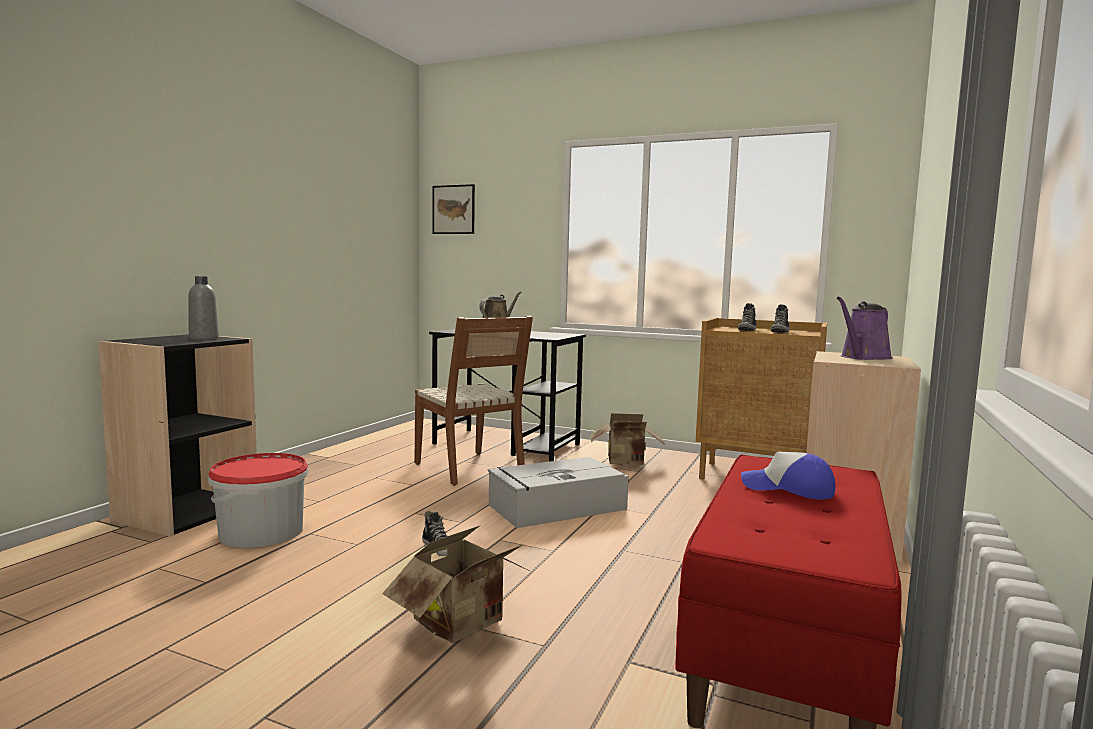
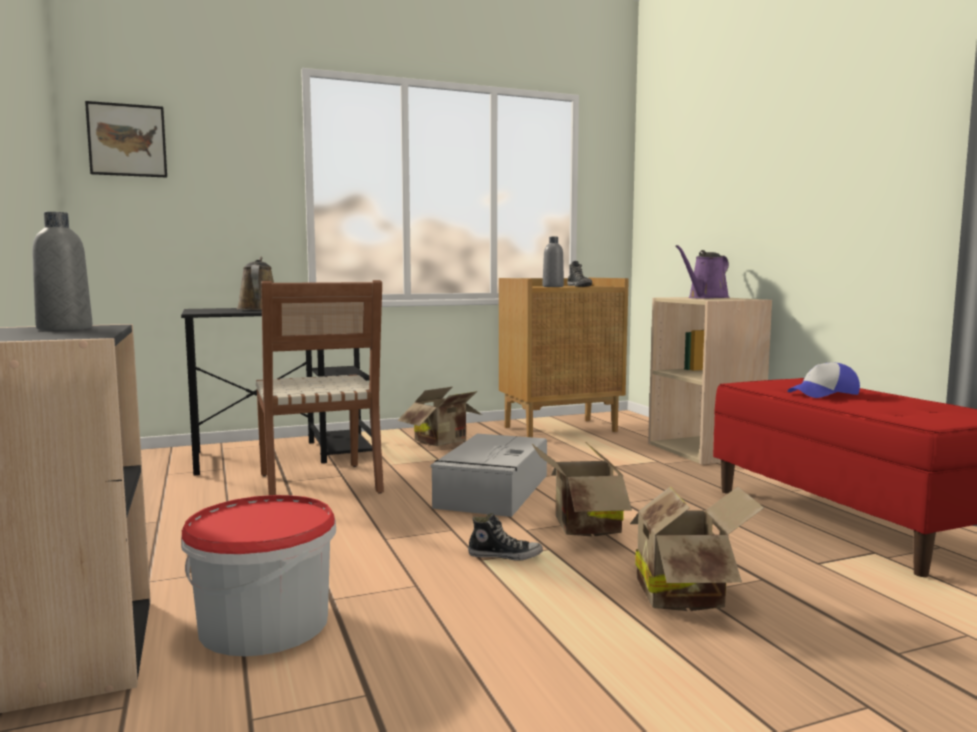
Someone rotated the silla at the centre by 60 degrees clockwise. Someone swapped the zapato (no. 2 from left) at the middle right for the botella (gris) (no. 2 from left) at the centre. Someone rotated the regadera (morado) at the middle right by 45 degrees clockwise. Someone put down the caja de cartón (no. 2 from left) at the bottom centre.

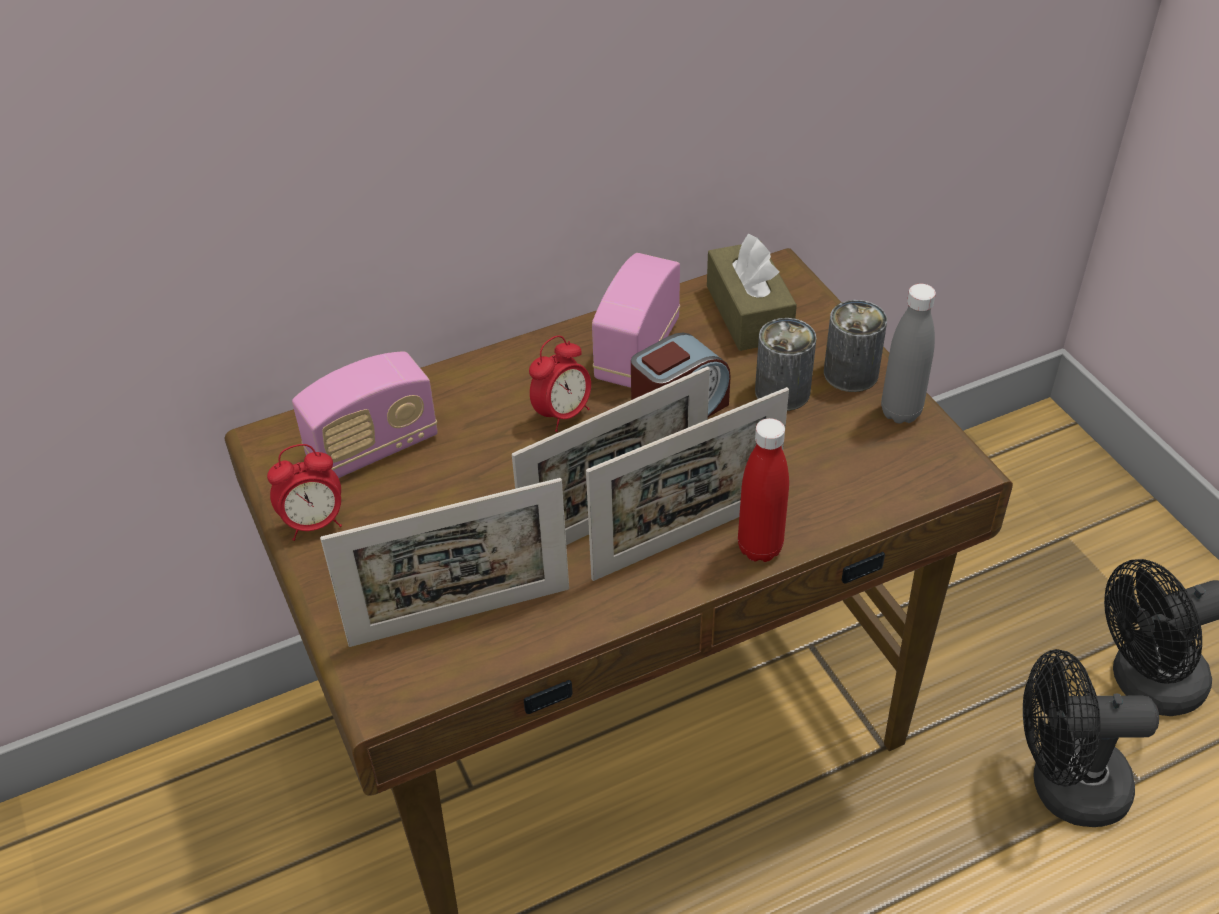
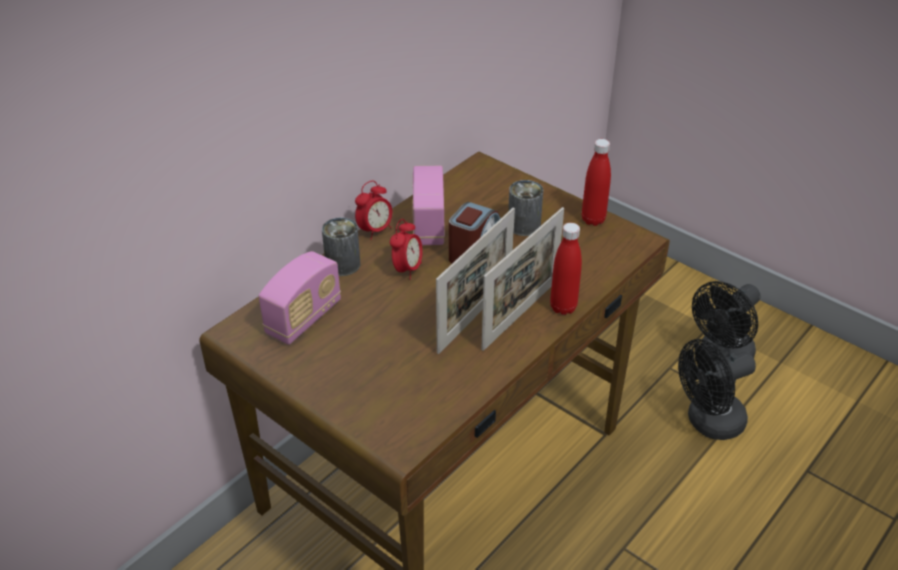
Someone carried the despertador (no. 1 from left) from the middle left to the centre. Someone took away the portarretratos (no. 1 from left) at the centre. Someone took away the caja de pañuelos (marrón) at the top centre. Someone carried the lata (no. 2 from left in the first image) from the middle right to the centre. Someone repainted the botella (gris) at the middle right, which became the botella (rojo) (no. 2 from left) at the top centre.

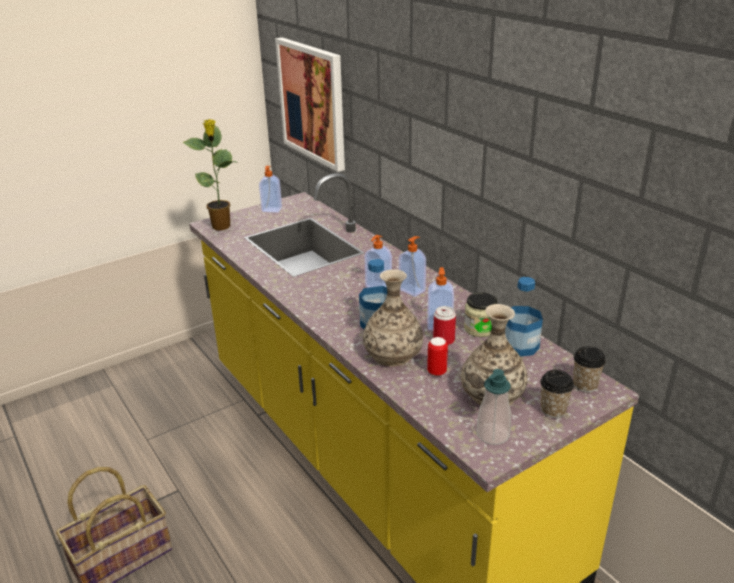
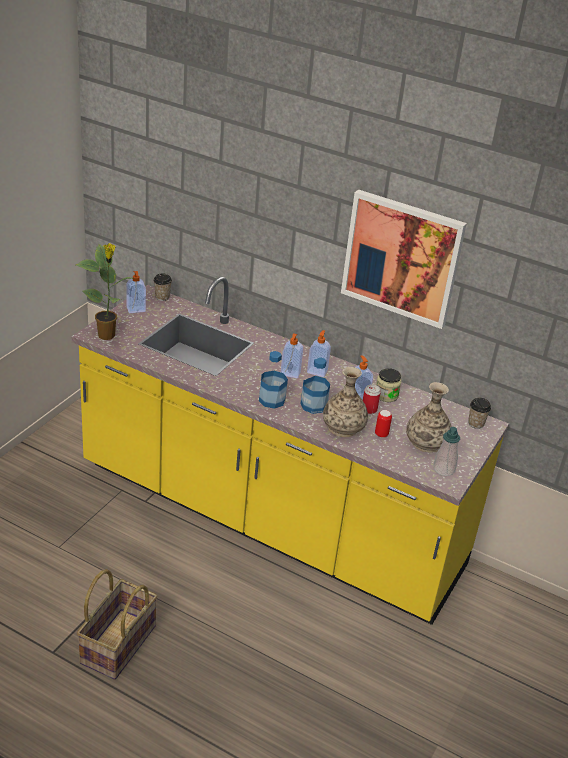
Someone carried the cuadro from the top centre to the middle right. Someone carried the botella (no. 2 from left in the first image) from the middle right to the centre. Someone carried the taza (no. 1 from left) from the bottom right to the middle left.

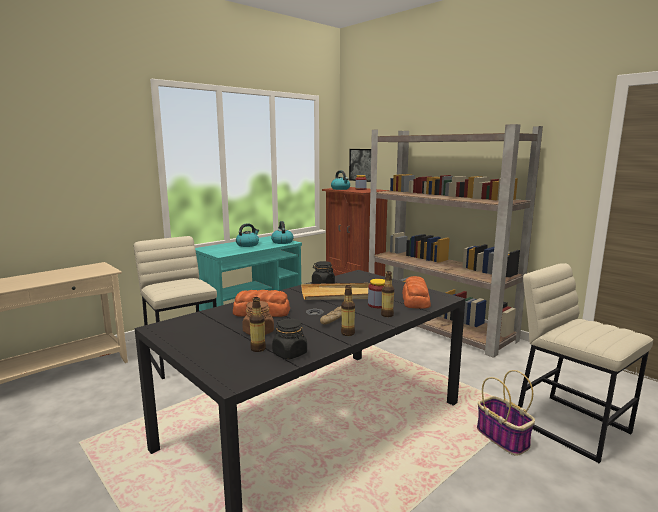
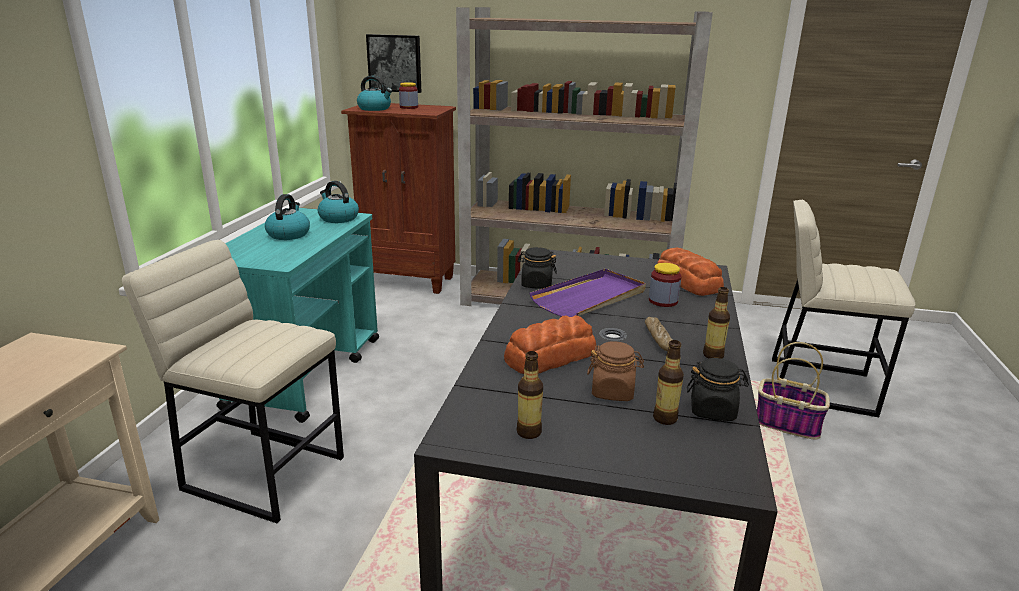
Someone repainted the bandeja (beis) at the centre, which became the bandeja (morado) at the centre. Someone carried the botella (no. 3 from left in the first image) from the centre to the bottom centre.

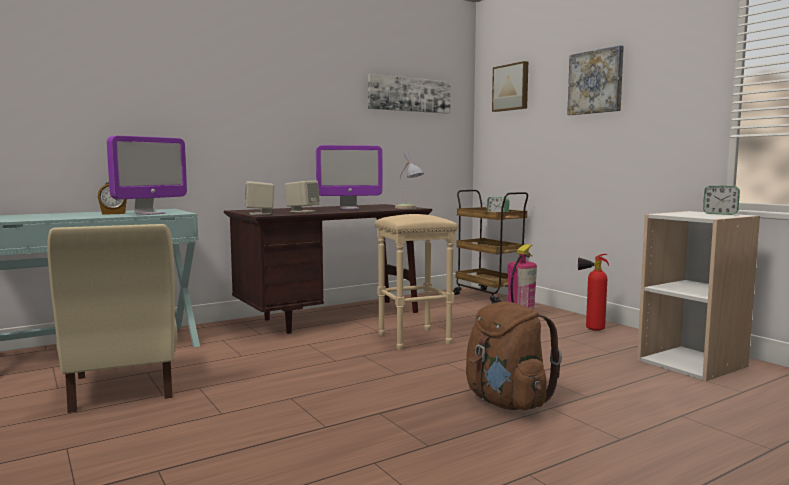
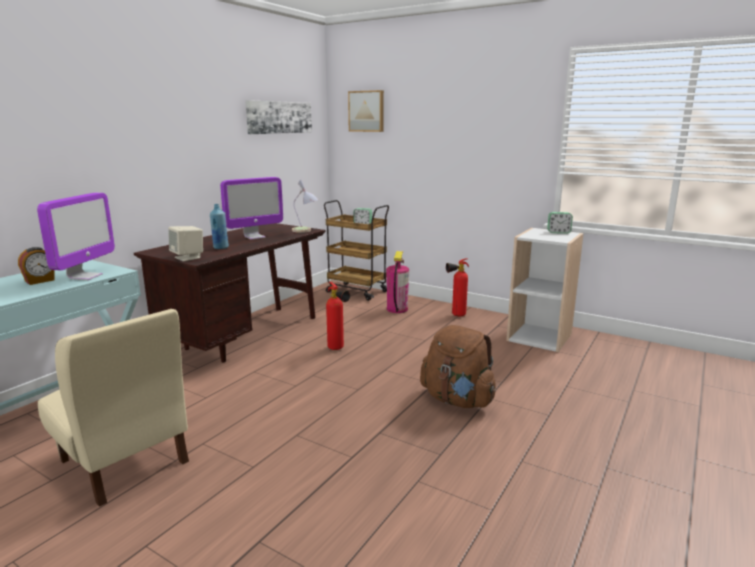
Someone swapped the altavoz (beis) (no. 2 from left) at the centre for the botella (azul) at the middle left. Someone swapped the taburete (beis) at the centre for the extintor (no. 1 from left) at the centre. Someone took away the cuadro (no. 3 from left) at the top right.

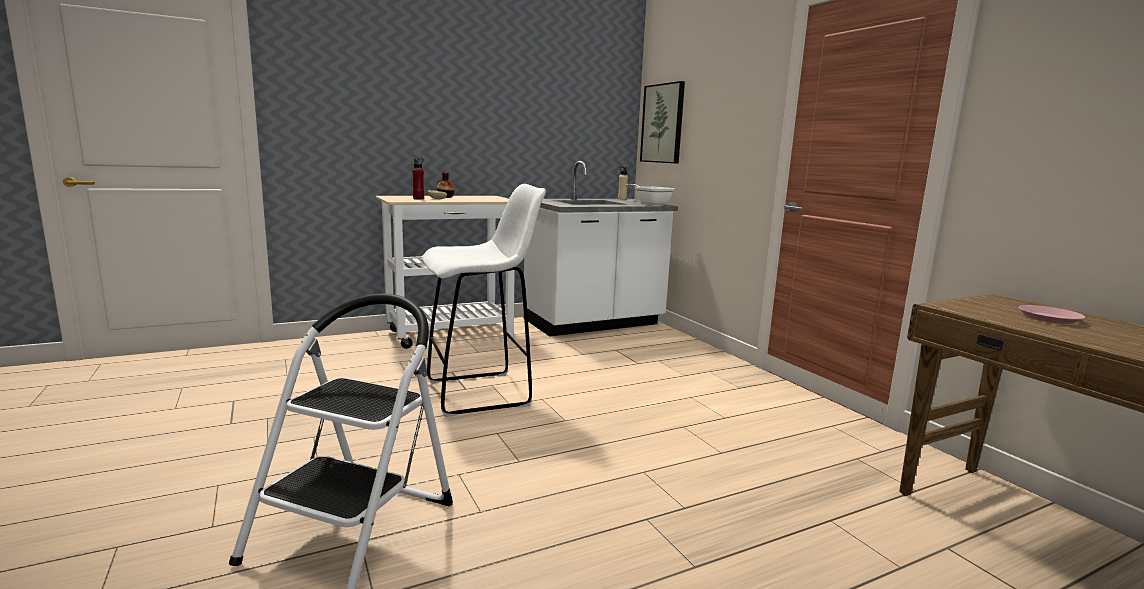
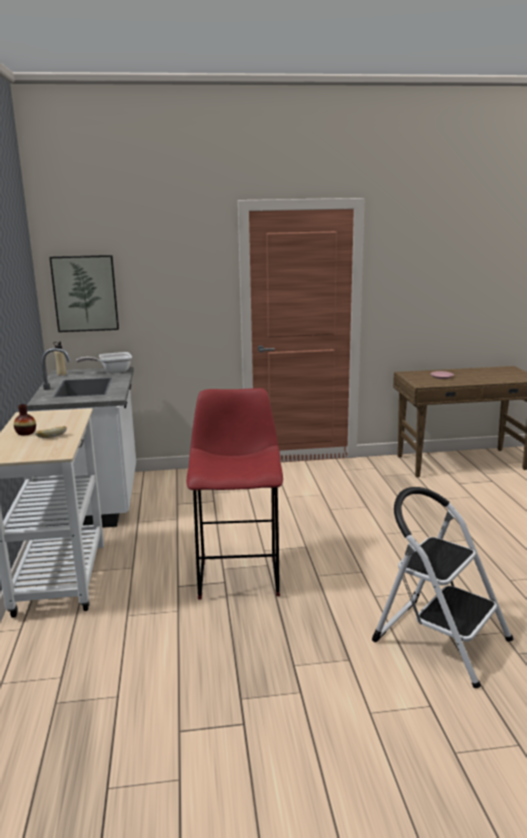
Someone took away the botella (rojo) at the top centre. Someone repainted the taburete (blanco) at the centre, which became the taburete (rojo) at the centre.

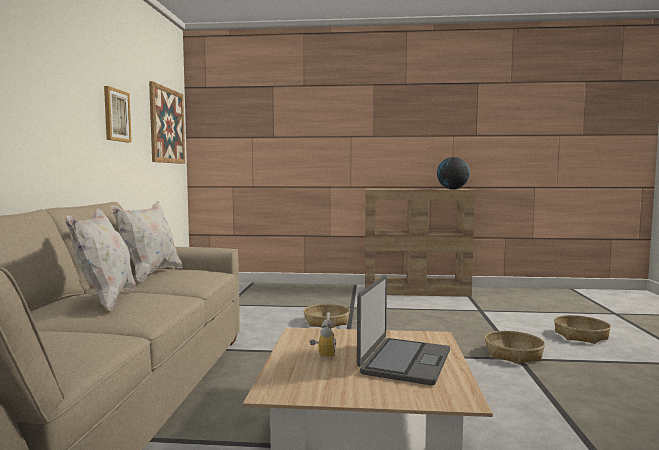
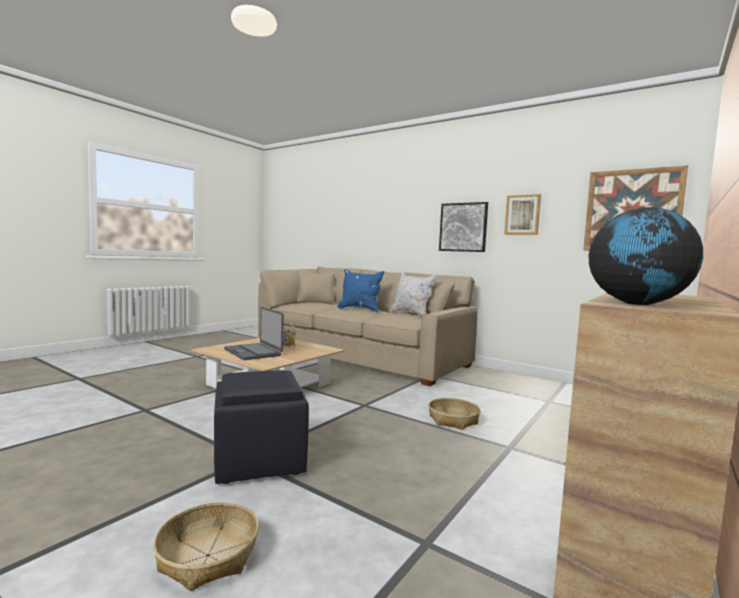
Someone repainted the cojín (blanco) (no. 1 from left) at the middle left, which became the cojín (azul) at the centre. Someone swapped the cesta (no. 2 from left) at the bottom right for the puf (negro) at the bottom centre. Someone put up the cuadro (no. 1 from left) at the centre.

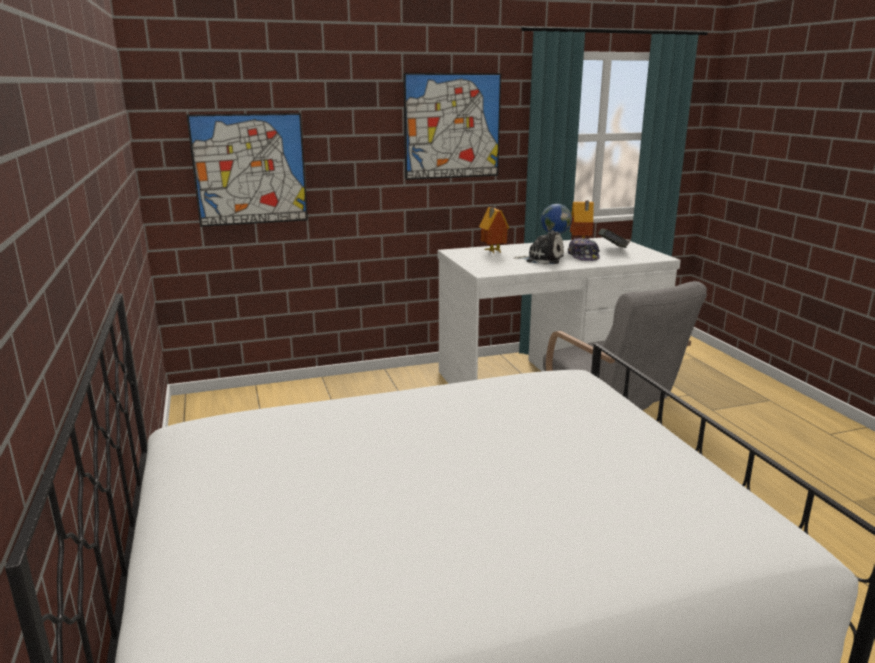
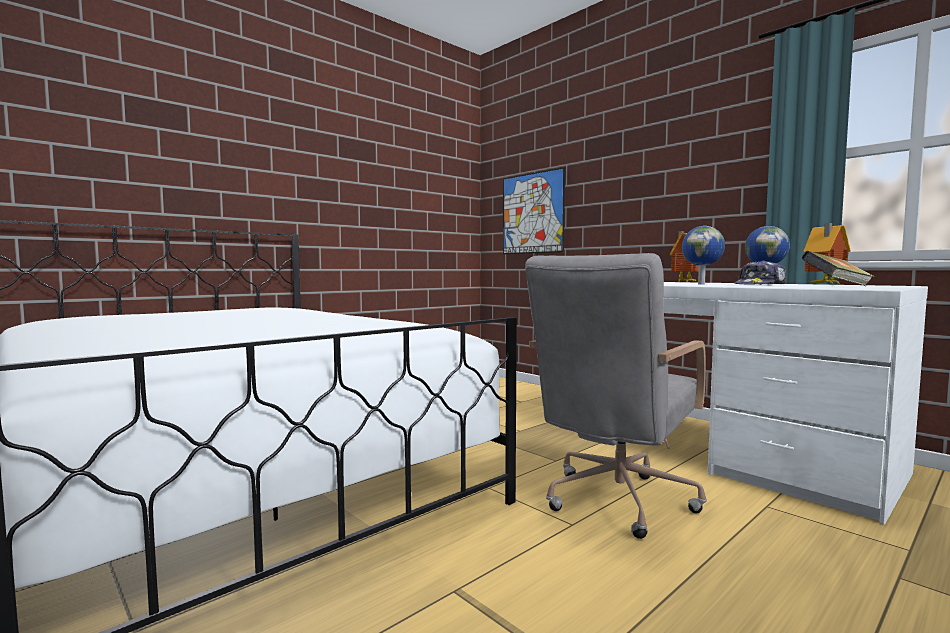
Someone took away the cuadro (no. 2 from left) at the top centre. Someone swapped the peluche at the centre for the globo terráqueo (no. 1 from left) at the middle right.

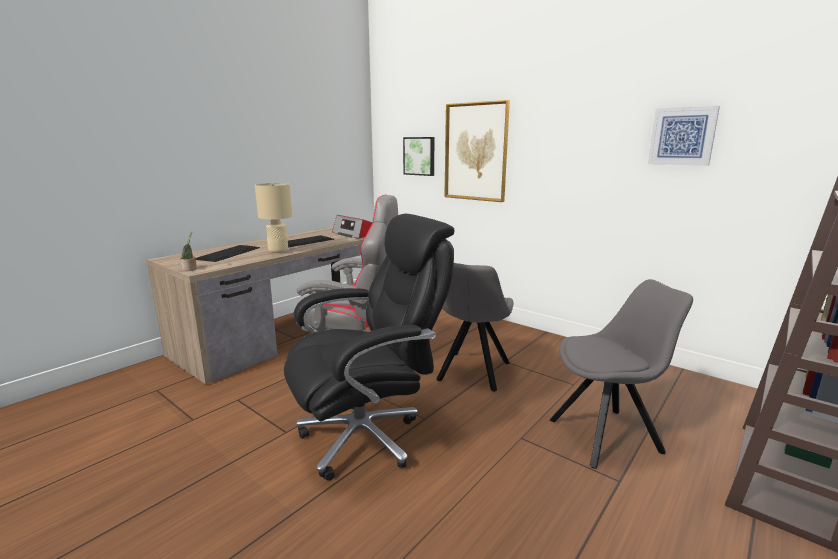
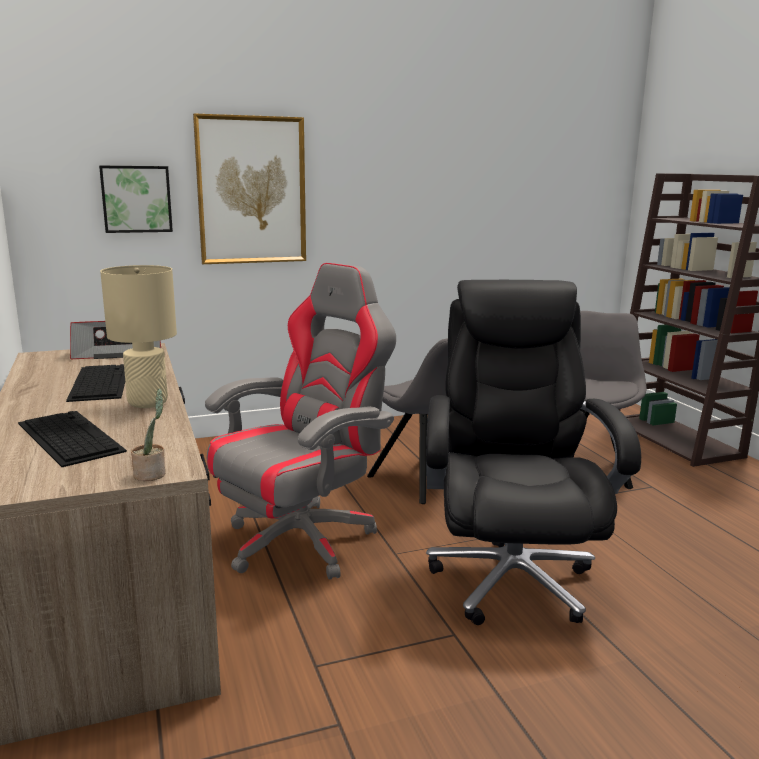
Someone took away the cuadro (no. 3 from left) at the top right.

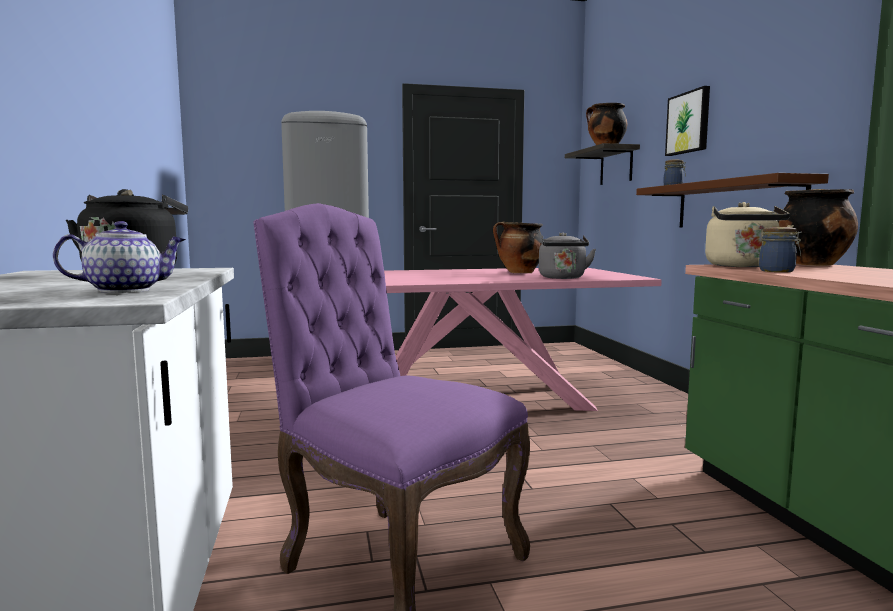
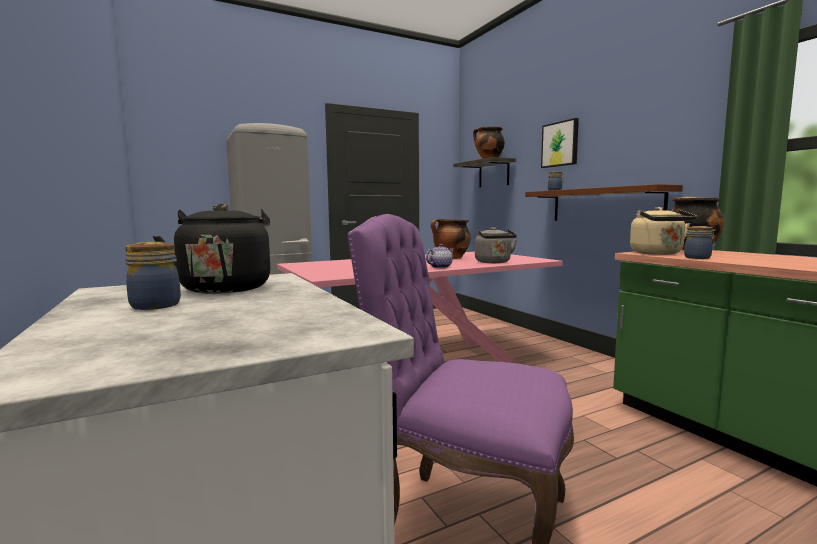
Someone carried the tetera from the middle left to the centre. Someone put down the tarro (no. 1 from left) at the middle left.

